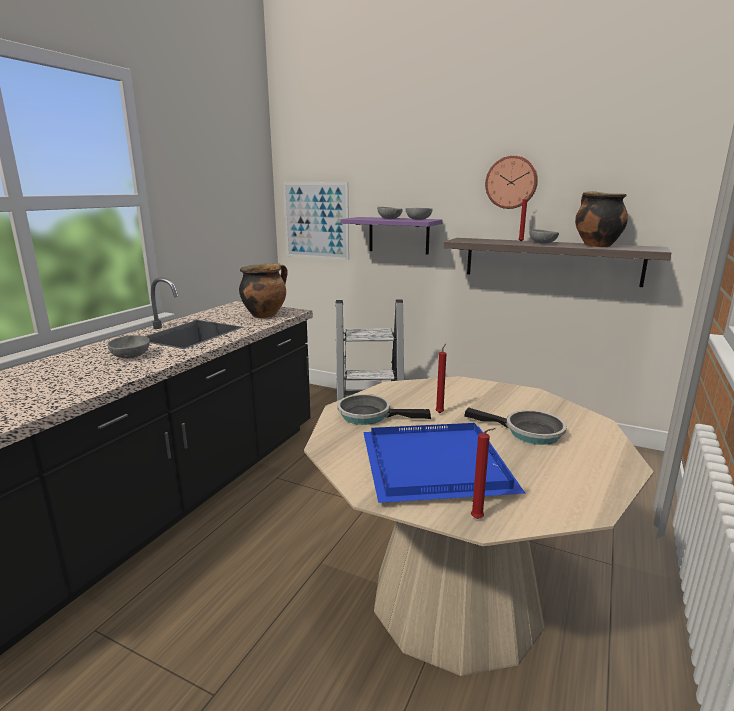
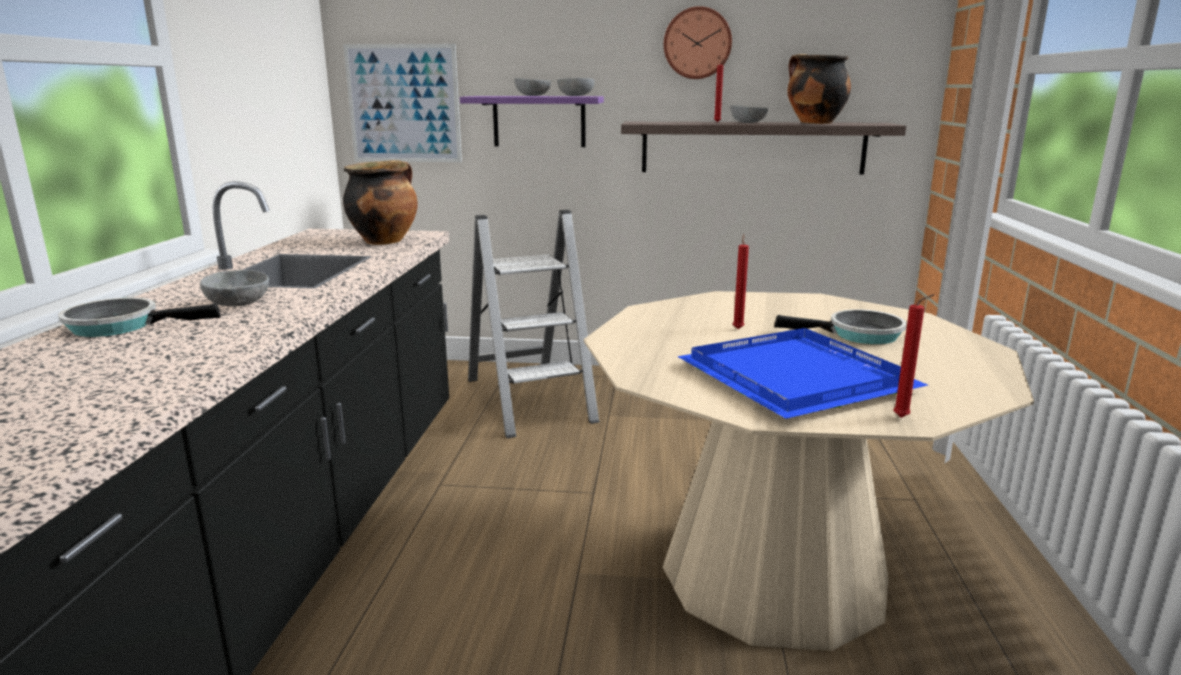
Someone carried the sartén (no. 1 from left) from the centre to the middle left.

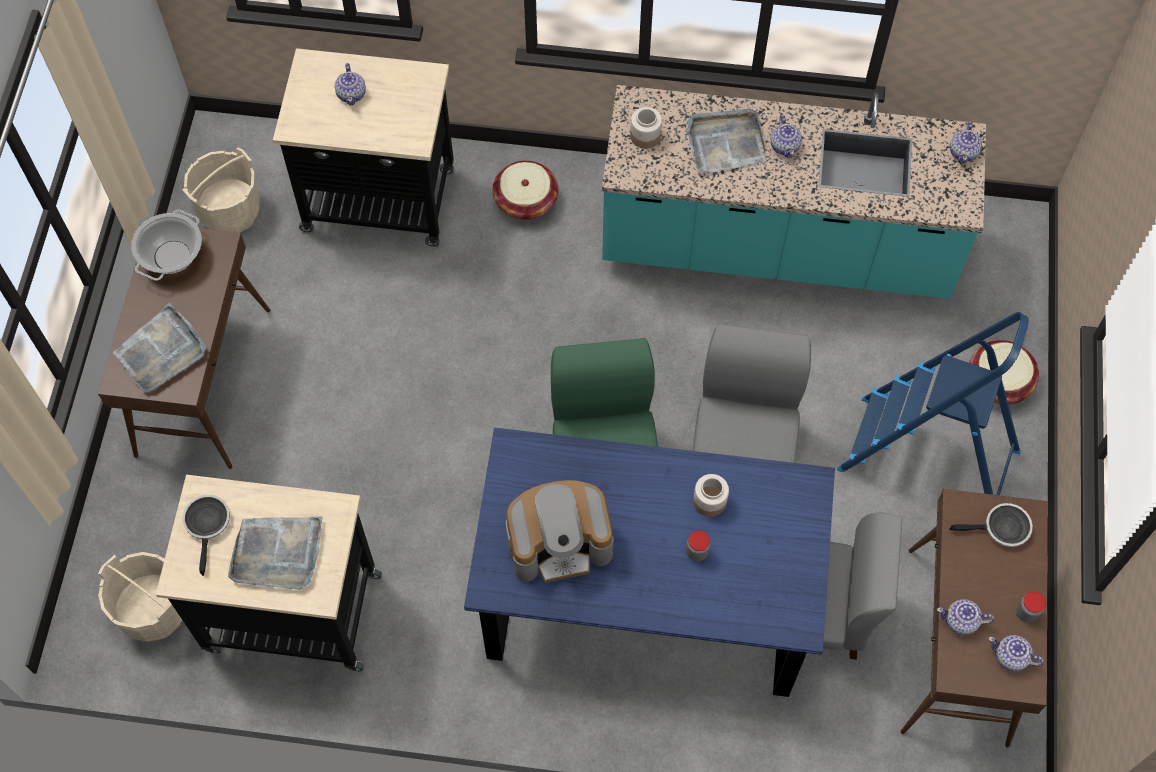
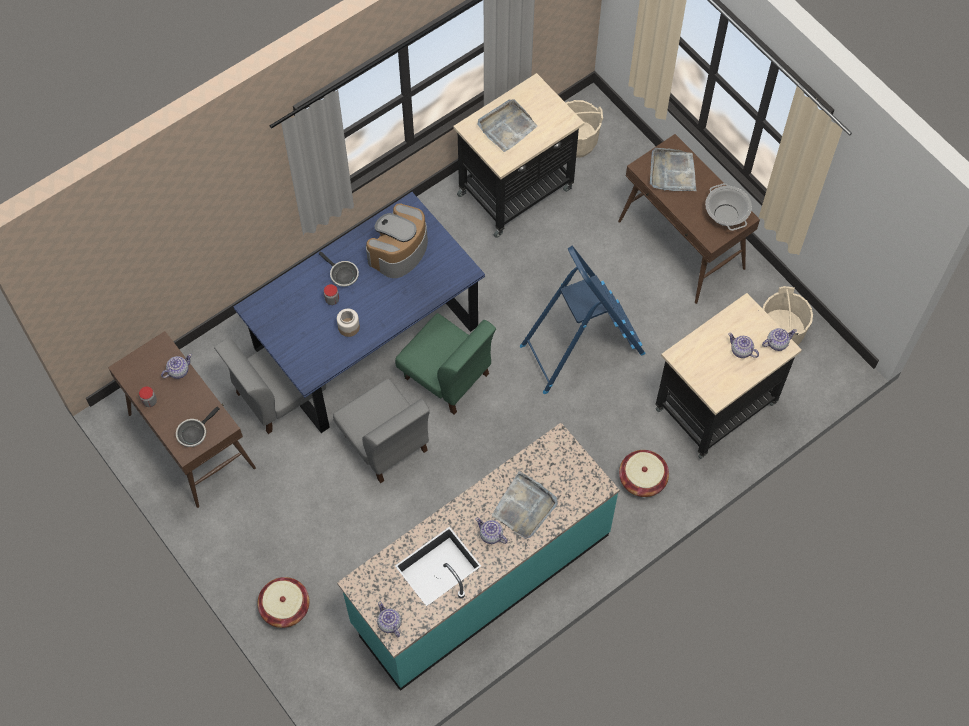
Someone carried the sartén (no. 1 from left in the first image) from the bottom left to the centre. Someone took away the tarro (no. 1 from left) at the top centre. Someone carried the escalera de tijera (azul) from the middle right to the centre. Someone carried the tetera (no. 5 from left) from the bottom right to the middle right.

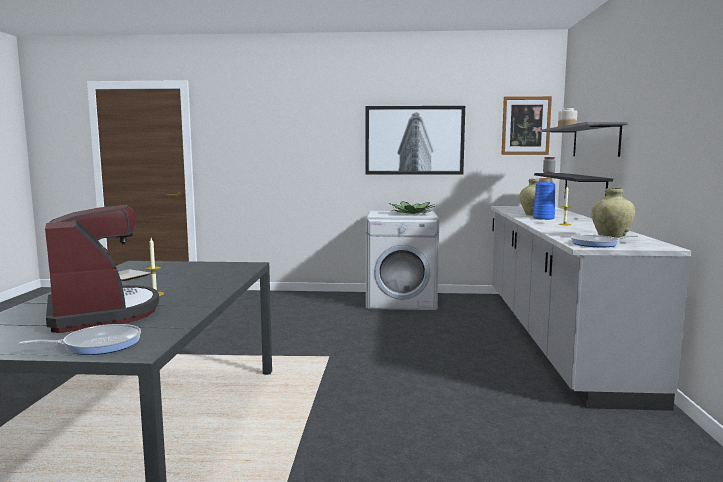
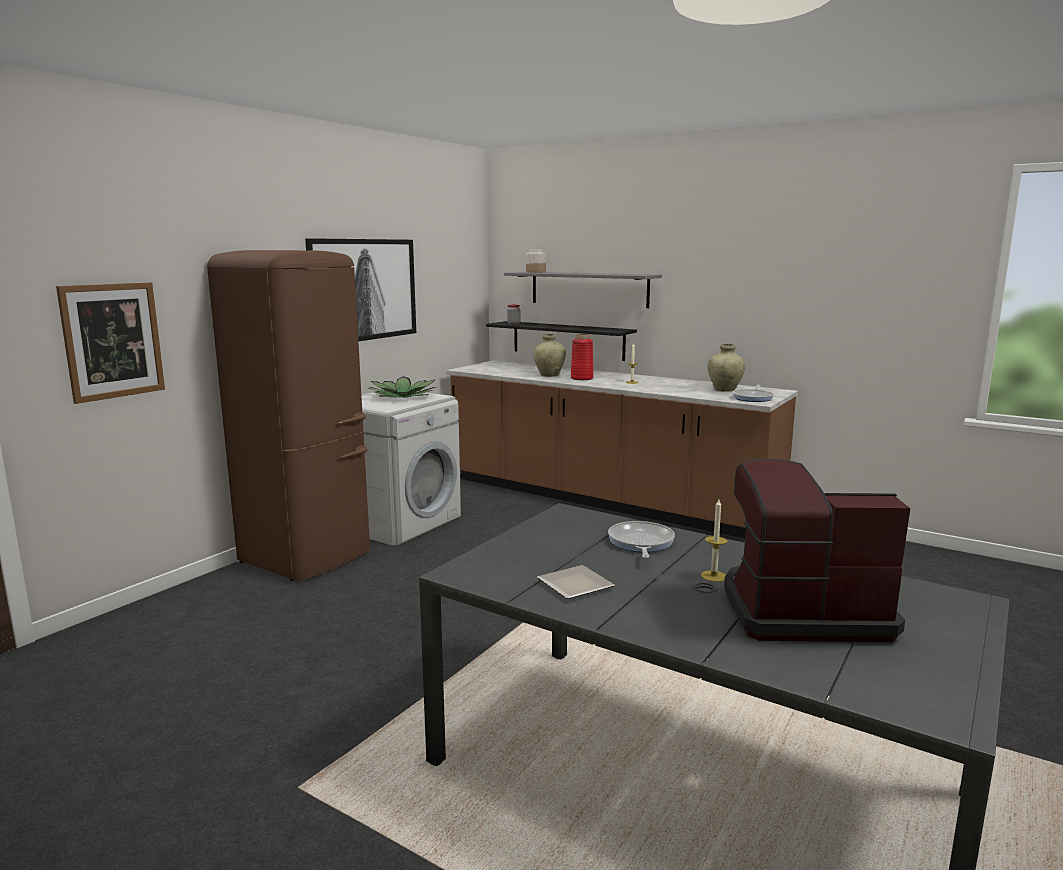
Someone carried the sartén (no. 1 from left) from the bottom left to the centre. Someone repainted the mueble bajo de cocina (gris) at the middle right, which became the mueble bajo de cocina (marrón) at the centre. Someone carried the cuadro (no. 2 from left in the first image) from the top right to the middle left. Someone repainted the florero (azul) at the middle right, which became the florero (rojo) at the centre. Someone put down the nevera (marrón) at the middle left.

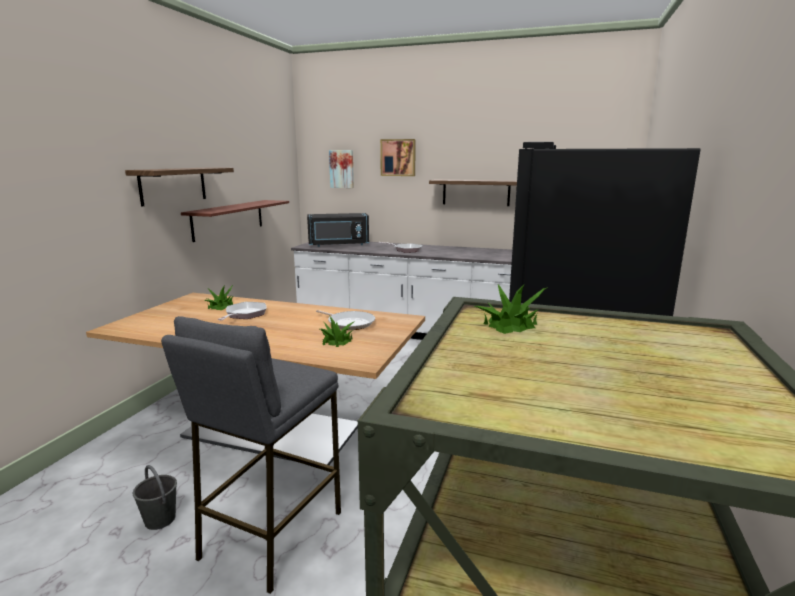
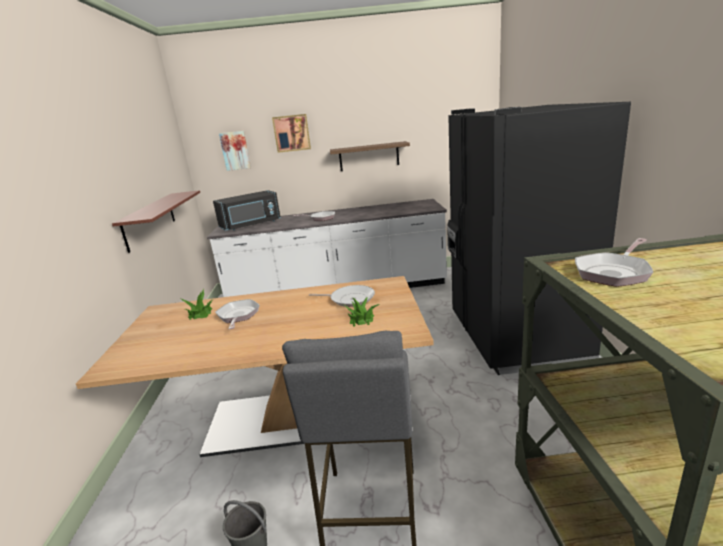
Someone took away the estante (no. 1 from left) at the top left. Someone swapped the planta en maceta (no. 3 from left) at the centre for the sartén (no. 4 from left) at the middle right.

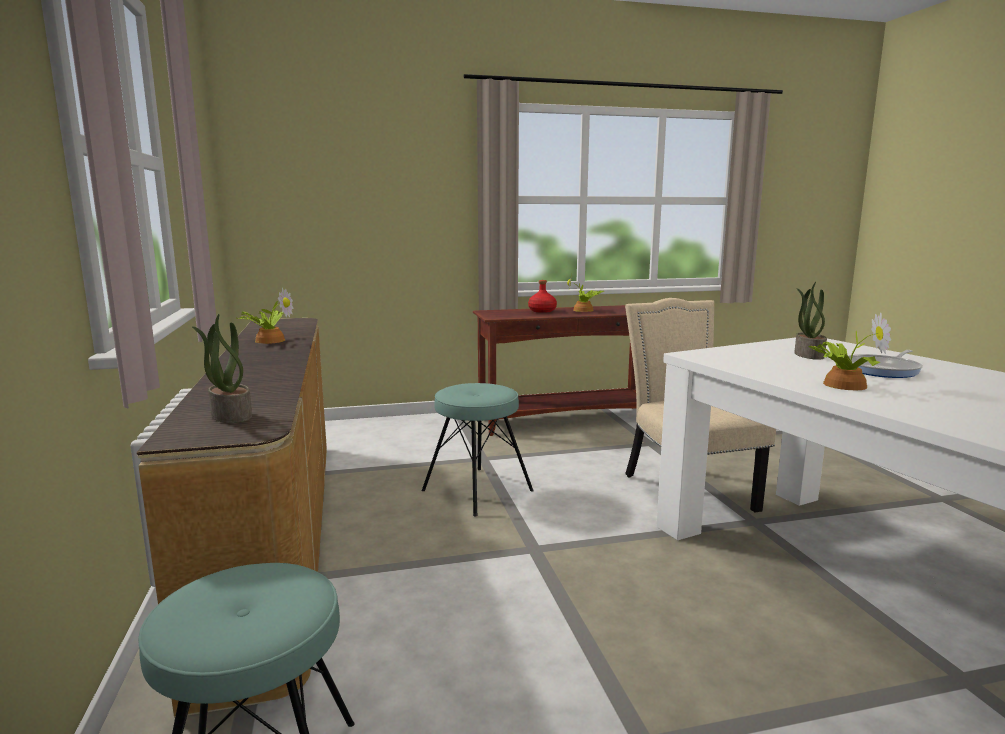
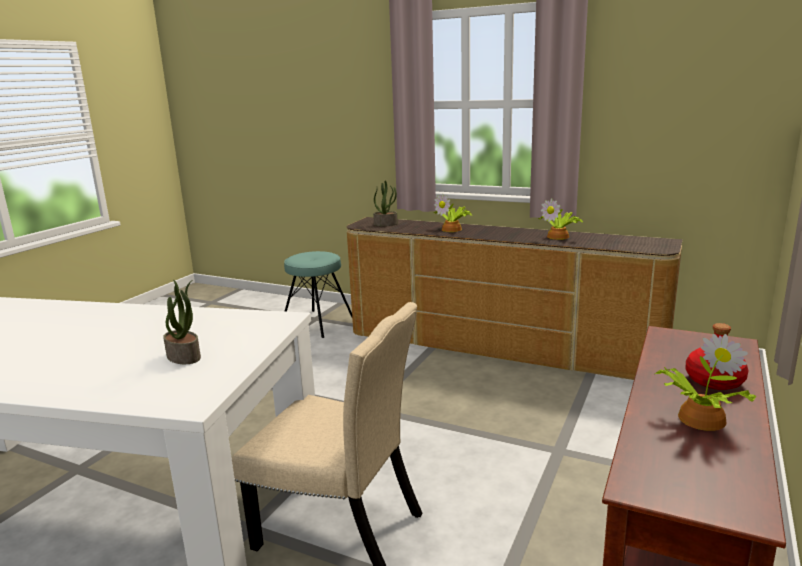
Someone took away the taburete (turquesa) (no. 2 from left) at the centre. Someone carried the planta en maceta (no. 5 from left in the first image) from the middle right to the centre. Someone took away the sartén at the middle right.

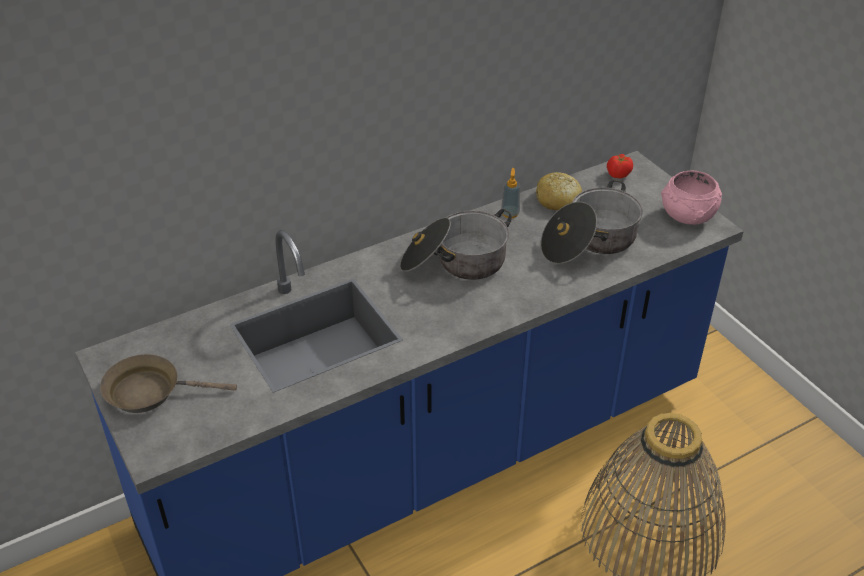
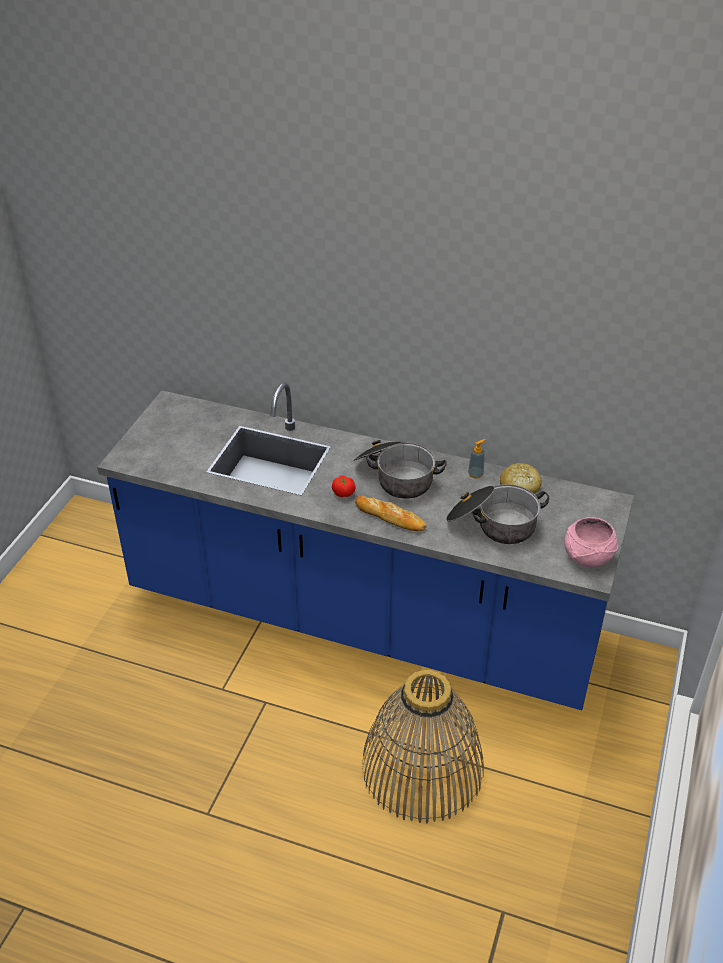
Someone took away the sartén (marrón) at the middle left. Someone carried the tomate from the top right to the centre. Someone put down the pan (no. 1 from left) at the centre.

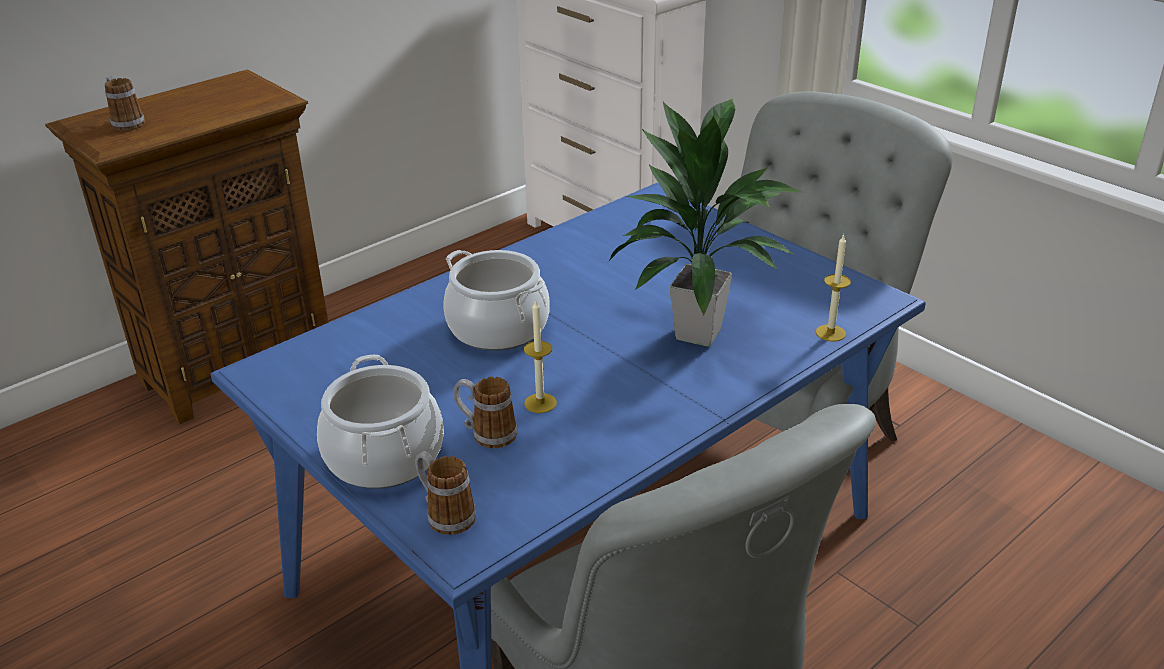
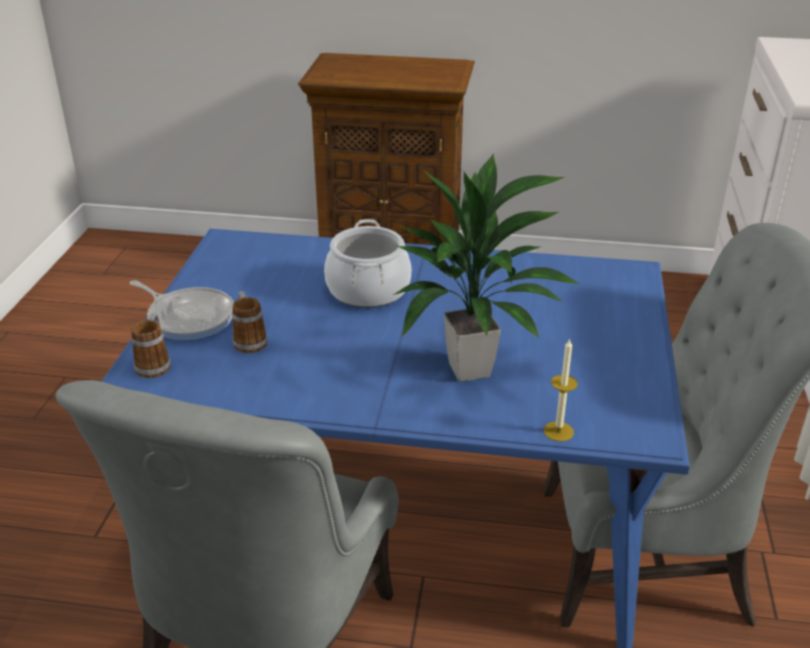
Someone took away the taza grande (no. 1 from left) at the top left. Someone swapped the olla (no. 1 from left) at the middle left for the sartén at the middle left. Someone took away the vela (no. 1 from left) at the centre.

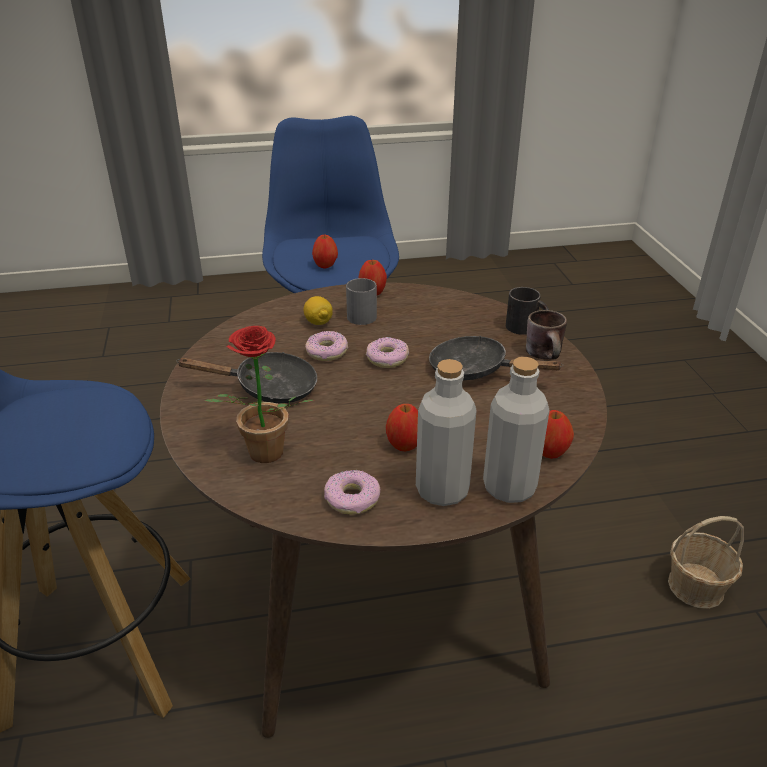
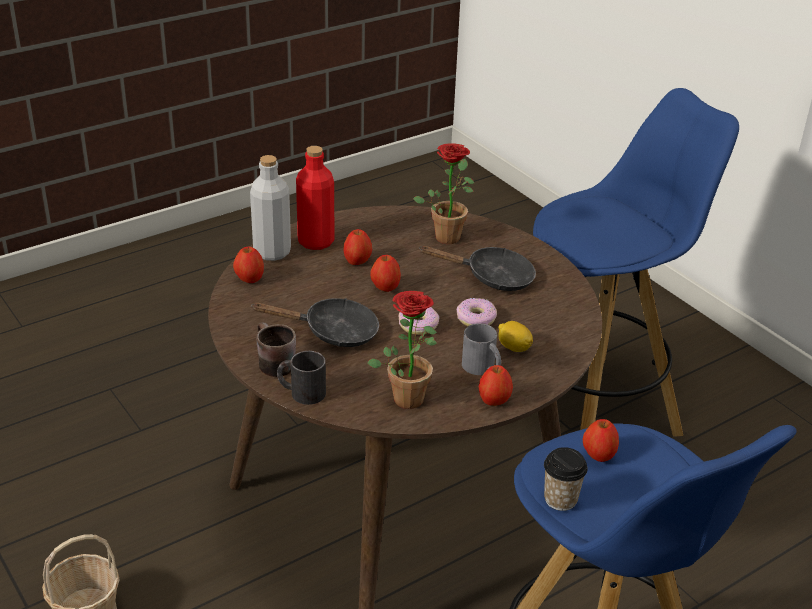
Someone rotated the sartén (negro) (no. 1 from left in the first image) at the middle left by 150 degrees counterclockwise. Someone took away the rosquilla (no. 2 from left) at the centre. Someone repainted the botella (gris) (no. 1 from left) at the centre, which became the botella (rojo) at the top centre. Someone put down the planta en maceta (no. 1 from left) at the centre. Someone put down the manzana (no. 3 from left) at the centre. Someone put down the taza at the bottom right.

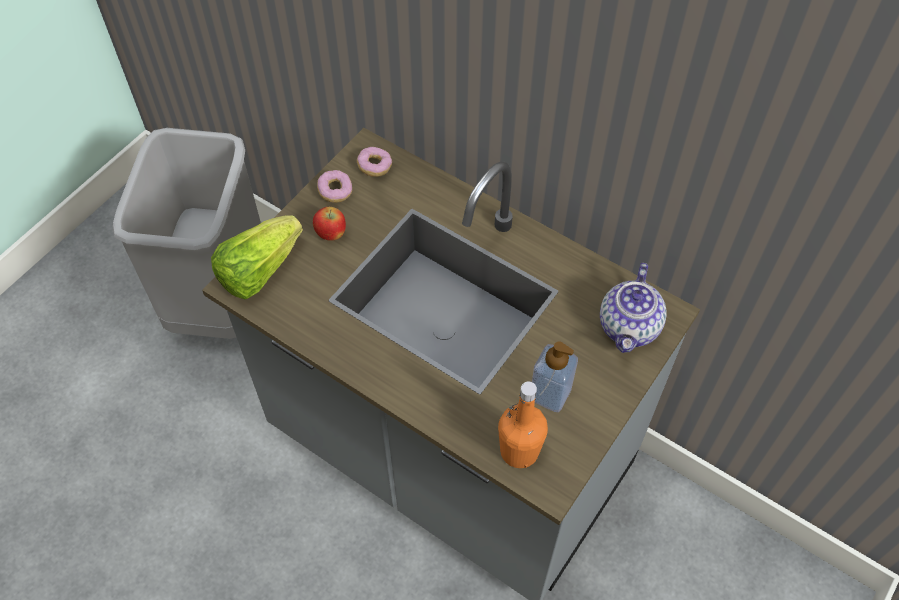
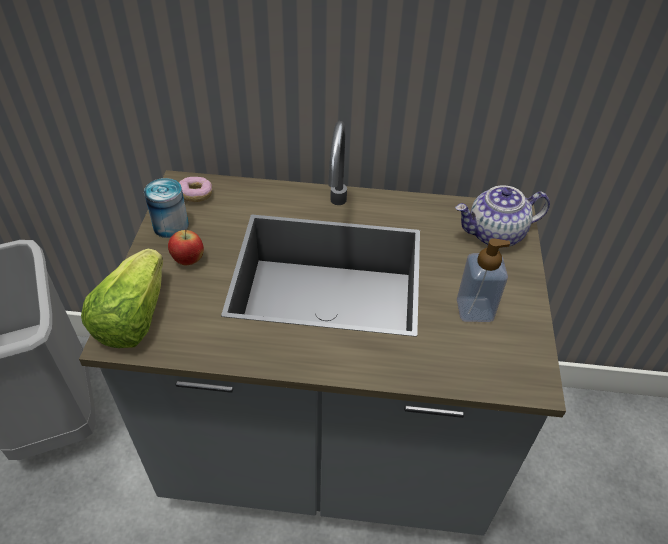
Someone swapped the rosquilla (no. 1 from left) at the top centre for the lata at the middle left. Someone took away the botella (naranja) at the bottom centre. Someone rotated the tetera at the middle right by 90 degrees clockwise.

